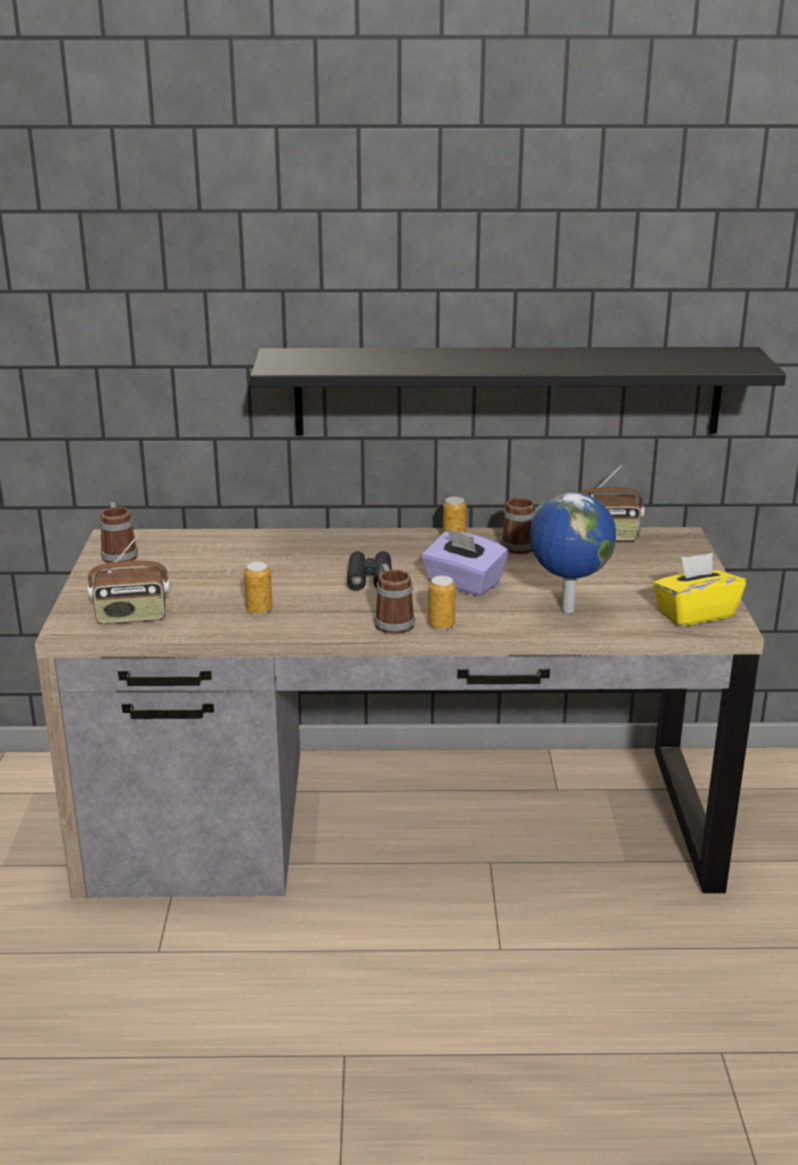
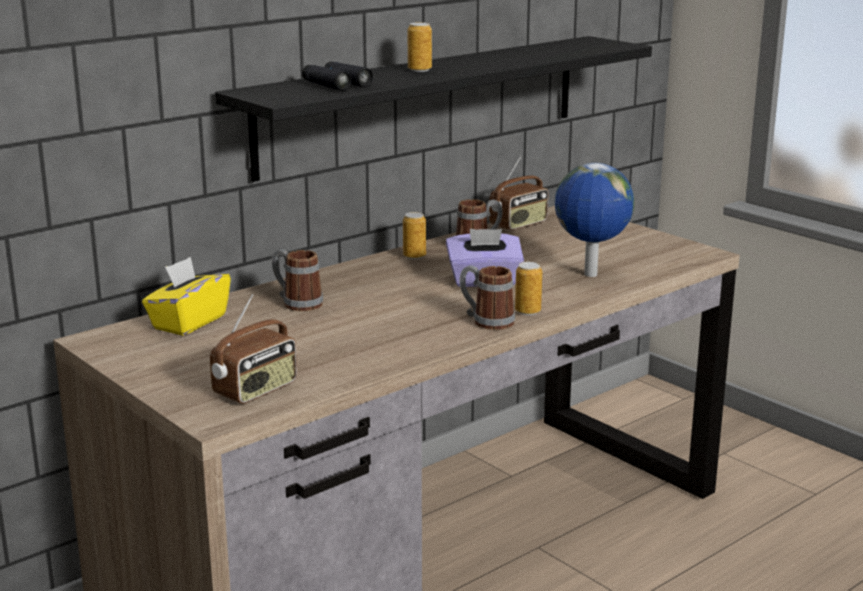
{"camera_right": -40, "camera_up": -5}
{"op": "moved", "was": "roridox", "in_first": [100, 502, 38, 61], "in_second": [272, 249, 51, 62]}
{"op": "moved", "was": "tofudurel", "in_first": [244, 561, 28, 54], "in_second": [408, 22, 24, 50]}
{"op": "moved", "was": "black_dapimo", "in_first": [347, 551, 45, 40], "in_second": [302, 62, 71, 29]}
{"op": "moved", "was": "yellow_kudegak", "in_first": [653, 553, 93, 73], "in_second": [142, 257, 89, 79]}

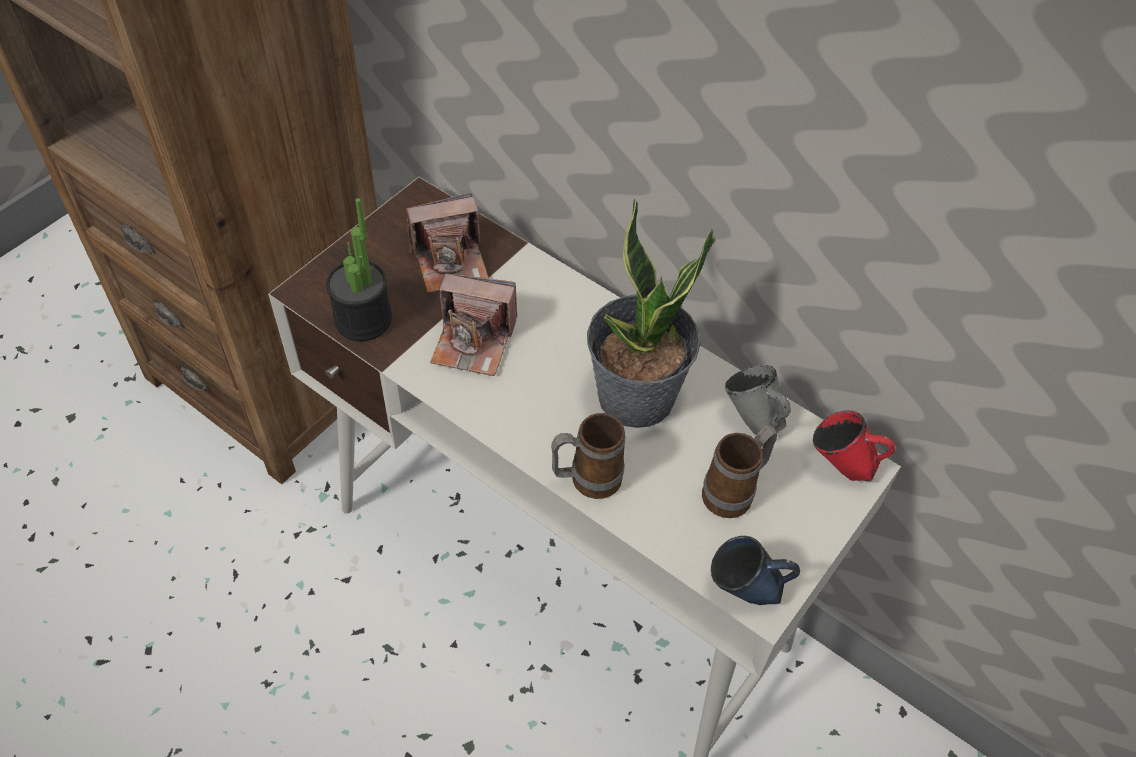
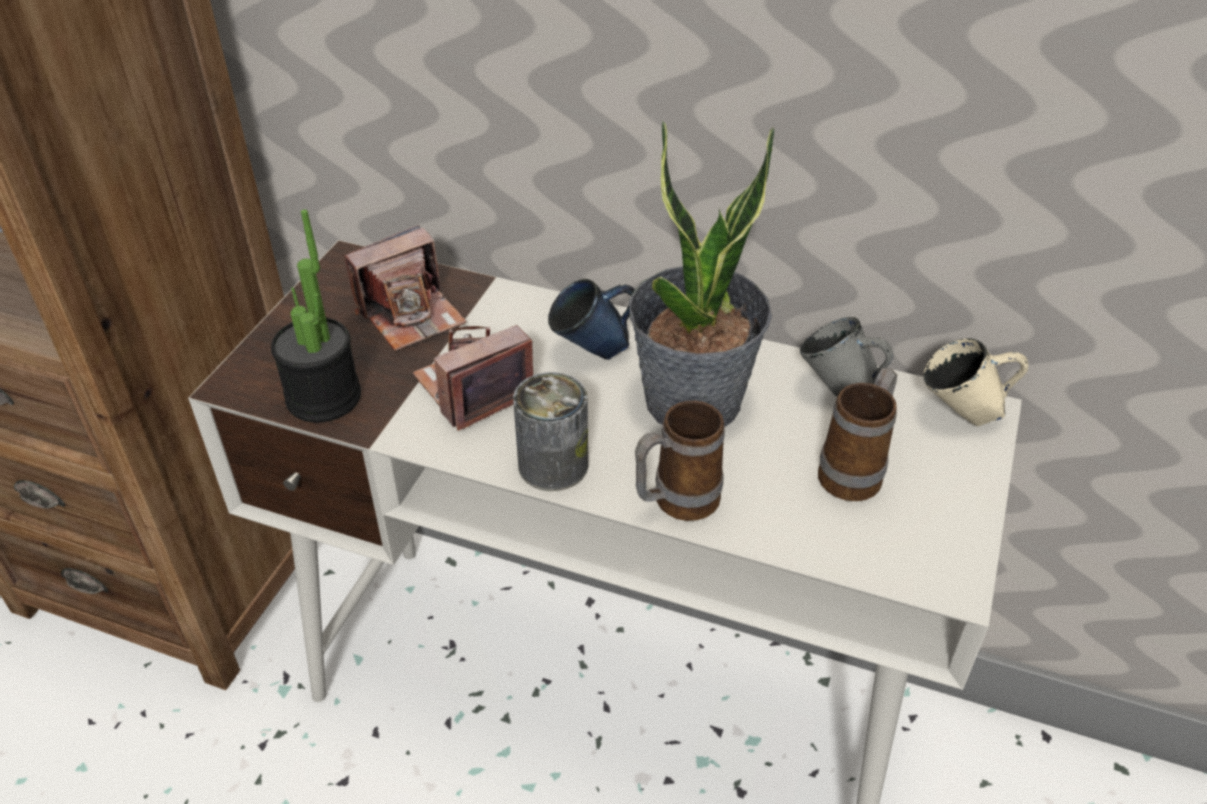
{"camera_right": -15, "camera_up": -10}
{"op": "turned", "was": "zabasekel", "in_first": [430, 273, 87, 103], "in_second": [413, 325, 120, 106], "clockwise": 150}
{"op": "moved", "was": "blue_roridox", "in_first": [711, 536, 89, 69], "in_second": [548, 279, 87, 81]}
{"op": "recoloured", "was": "red_roridox", "now": "beige_roridox", "in_first": [813, 411, 82, 70], "in_second": [924, 338, 104, 88]}
{"op": "added", "now": "tofudurel", "in_second": [513, 372, 75, 119]}

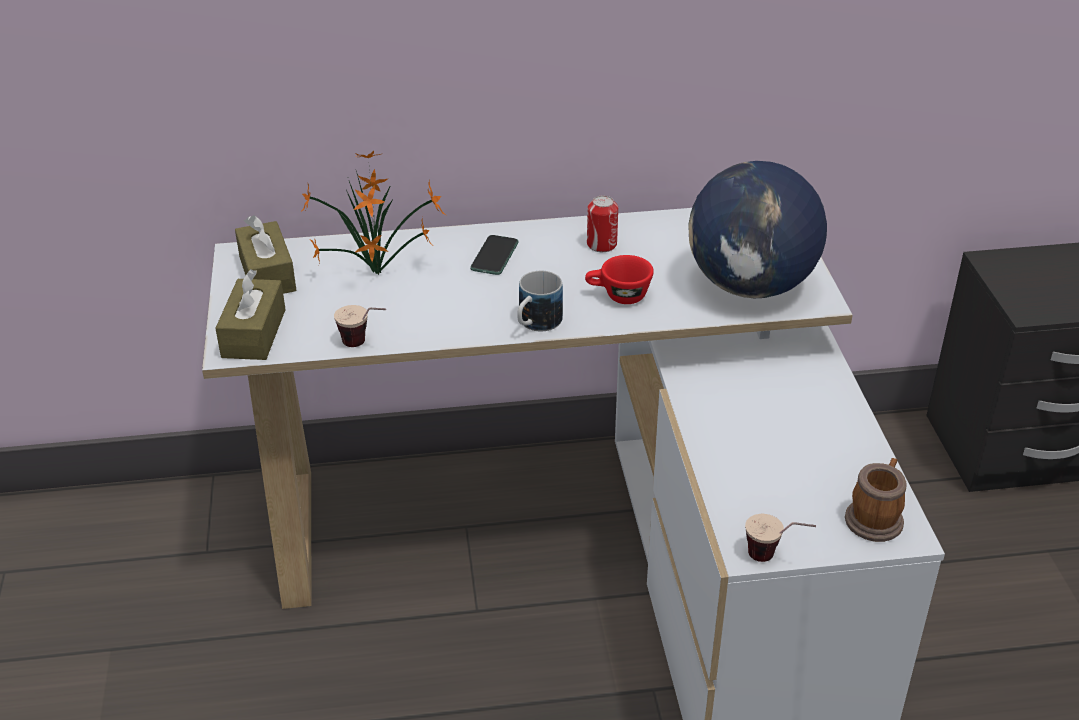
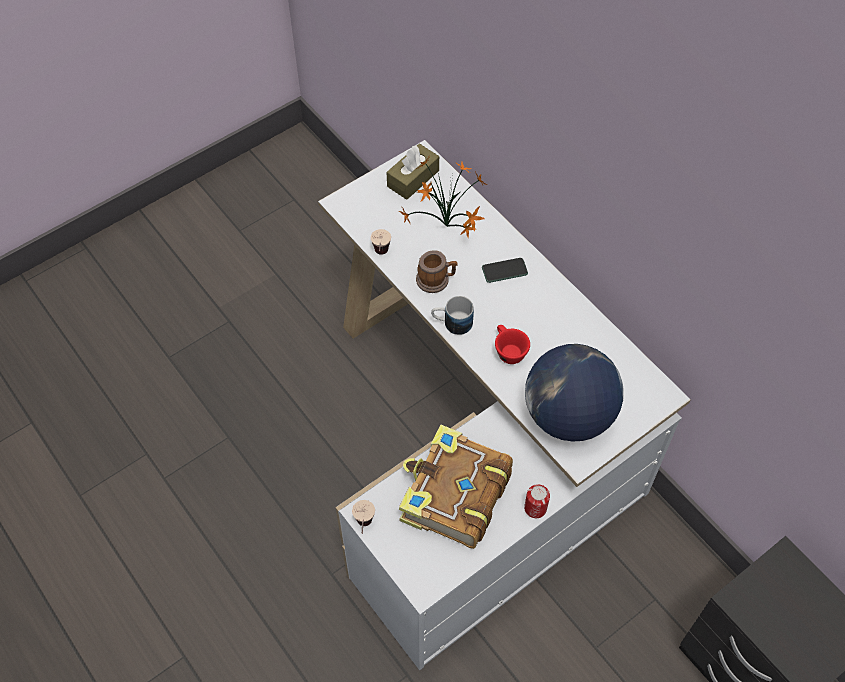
{"camera_right": 60, "camera_up": 20}
{"op": "removed", "was": "brown_kudegak", "in_first": [215, 269, 71, 91]}
{"op": "moved", "was": "tofudurel", "in_first": [587, 196, 31, 56], "in_second": [524, 484, 26, 34]}
{"op": "moved", "was": "roridox", "in_first": [845, 458, 62, 84], "in_second": [416, 250, 42, 43]}
{"op": "added", "now": "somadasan", "in_second": [399, 425, 114, 124]}

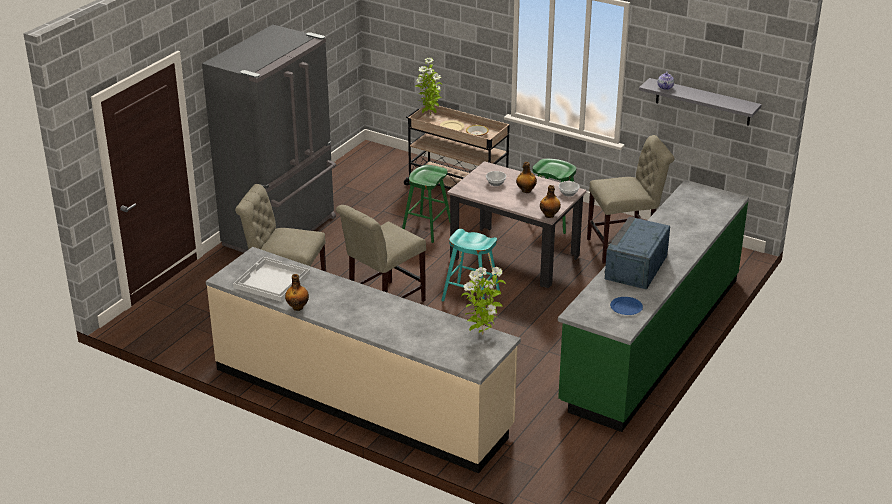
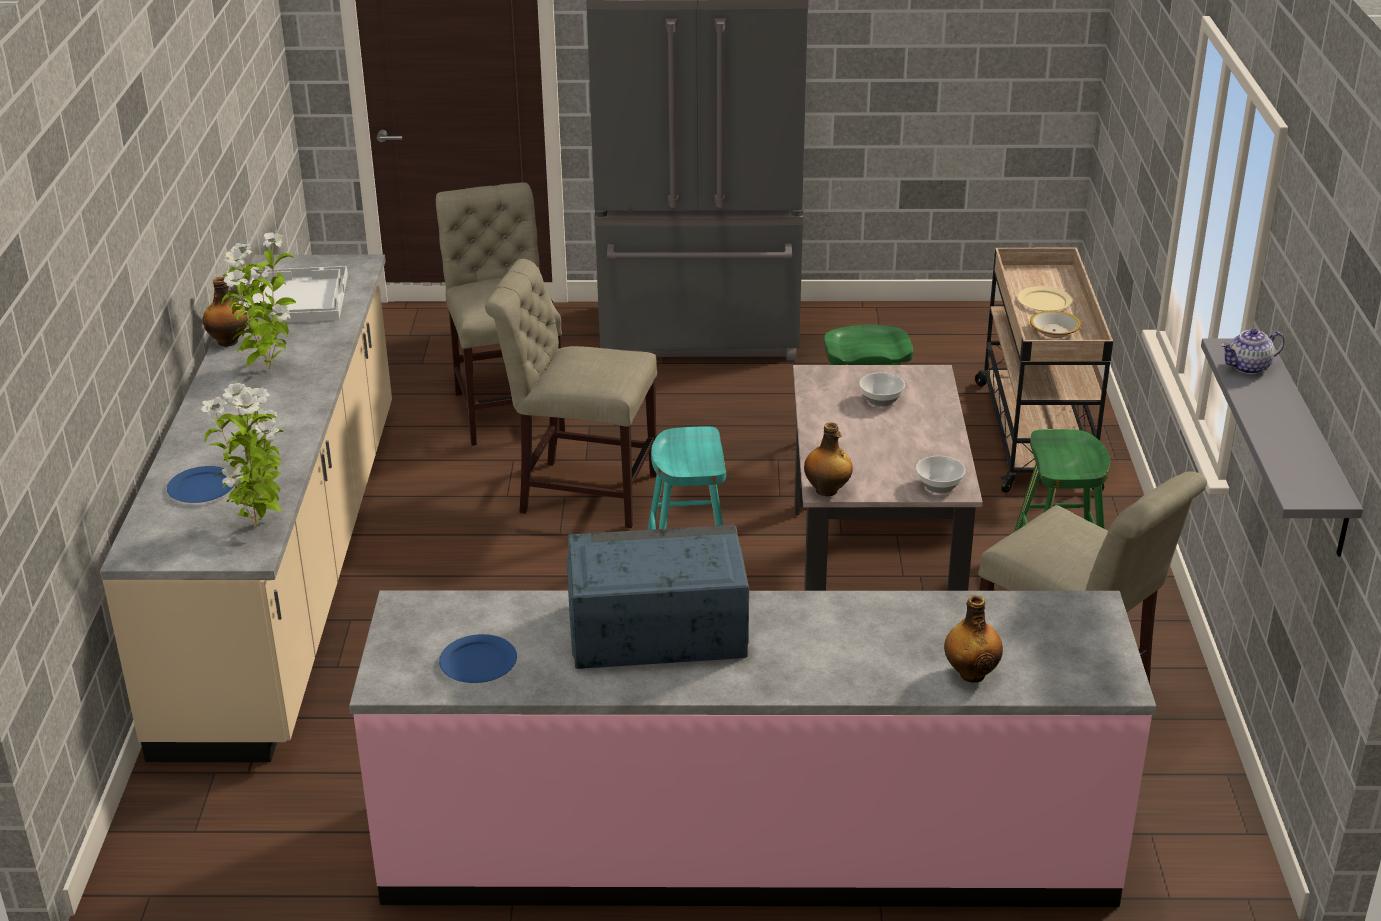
{"camera_right": 60, "camera_up": 0}
{"op": "moved", "was": "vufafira", "in_first": [416, 58, 26, 57], "in_second": [222, 233, 74, 137]}
{"op": "moved", "was": "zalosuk", "in_first": [516, 162, 21, 31], "in_second": [944, 595, 59, 88]}
{"op": "recoloured", "was": "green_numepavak", "now": "pink_numepavak", "in_first": [558, 180, 191, 252], "in_second": [349, 591, 807, 316]}
{"op": "added", "now": "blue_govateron", "in_second": [167, 466, 67, 37]}

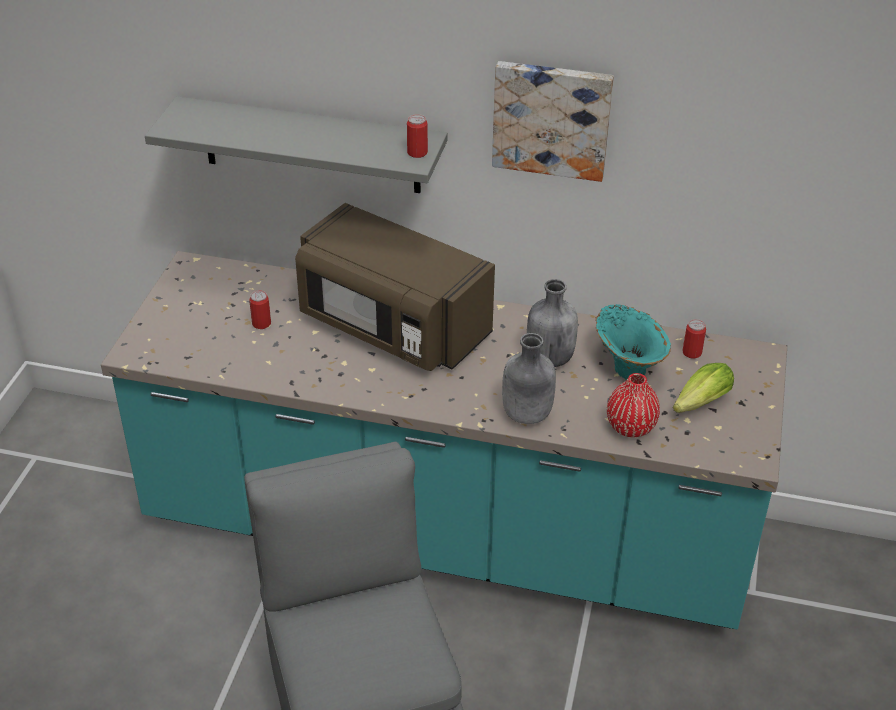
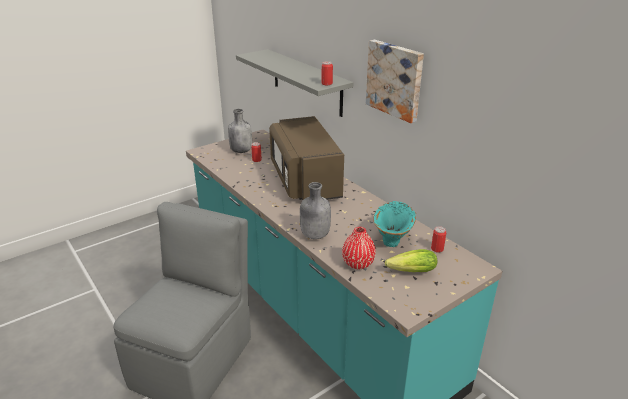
{"camera_right": 40, "camera_up": -10}
{"op": "moved", "was": "grey_zalosuk", "in_first": [527, 279, 51, 88], "in_second": [228, 109, 24, 44]}

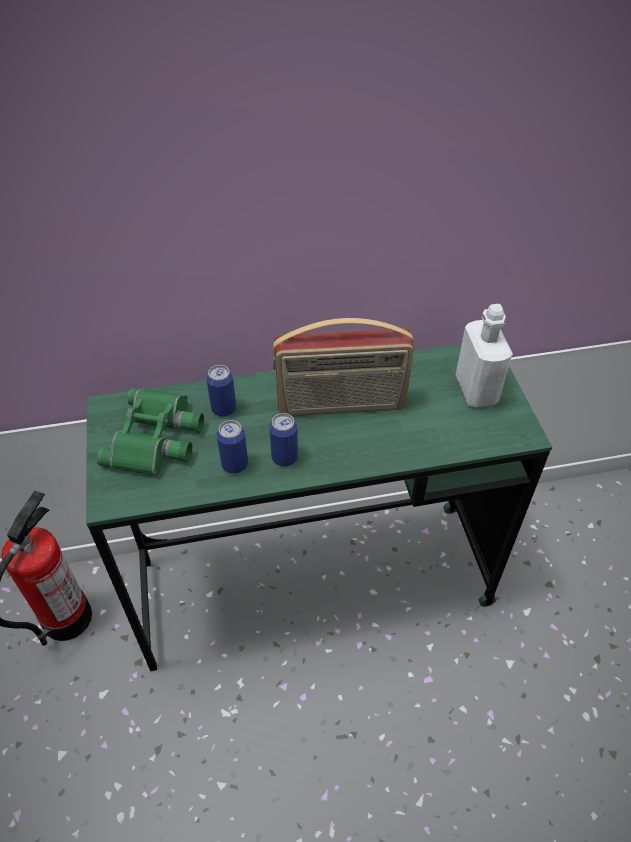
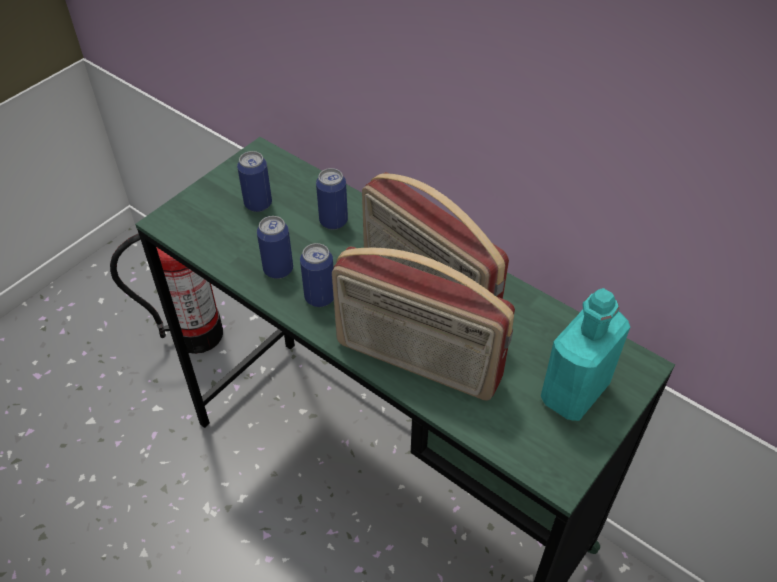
{"camera_right": 50, "camera_up": 0}
{"op": "replaced", "was": "green_dapimo", "now": "tofudurel", "in_first": [97, 388, 107, 88], "in_second": [237, 151, 35, 61]}
{"op": "recoloured", "was": "white_zalosuk", "now": "turquoise_zalosuk", "in_first": [456, 304, 57, 103], "in_second": [541, 288, 89, 133]}
{"op": "added", "now": "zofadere", "in_second": [332, 247, 183, 154]}

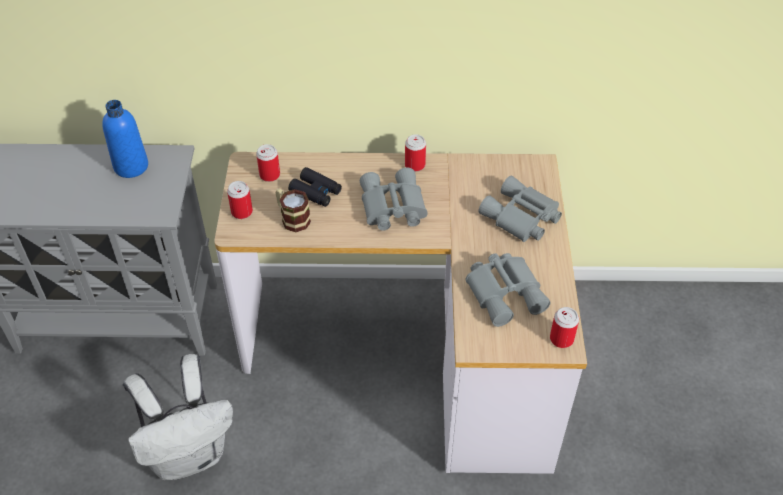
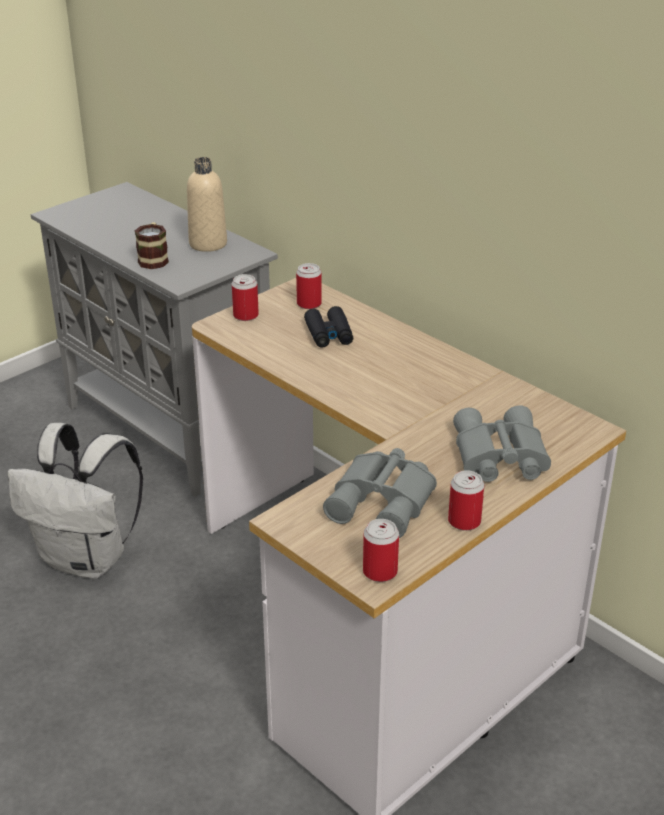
{"camera_right": 45, "camera_up": -15}
{"op": "recoloured", "was": "blue_zalosuk", "now": "beige_zalosuk", "in_first": [102, 100, 46, 78], "in_second": [187, 157, 40, 95]}
{"op": "moved", "was": "roridox", "in_first": [276, 188, 35, 44], "in_second": [135, 222, 34, 47]}
{"op": "removed", "was": "grey_dapimo", "in_first": [360, 168, 68, 63]}
{"op": "moved", "was": "tofudurel", "in_first": [405, 134, 21, 38], "in_second": [448, 470, 36, 61]}

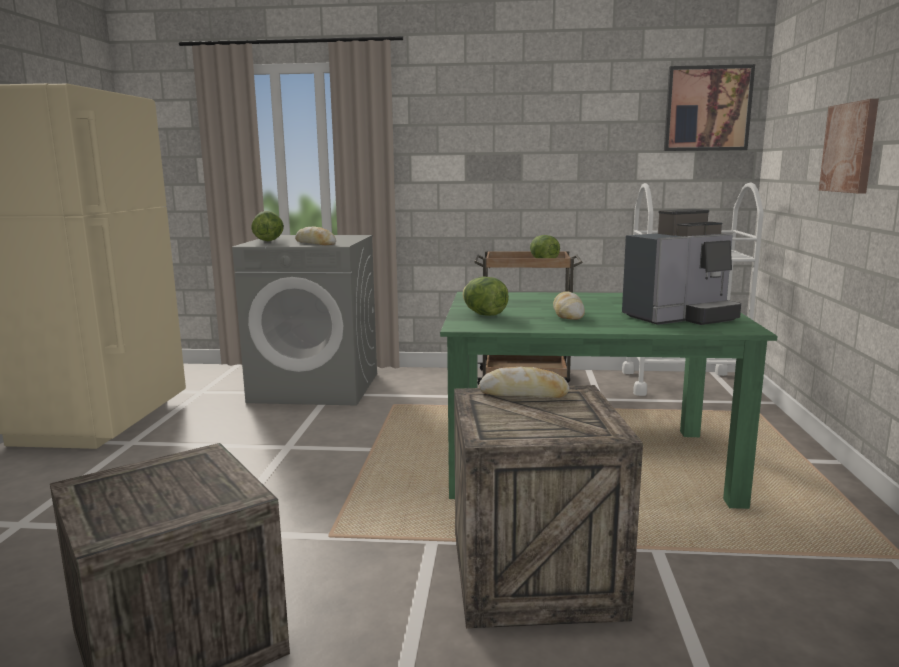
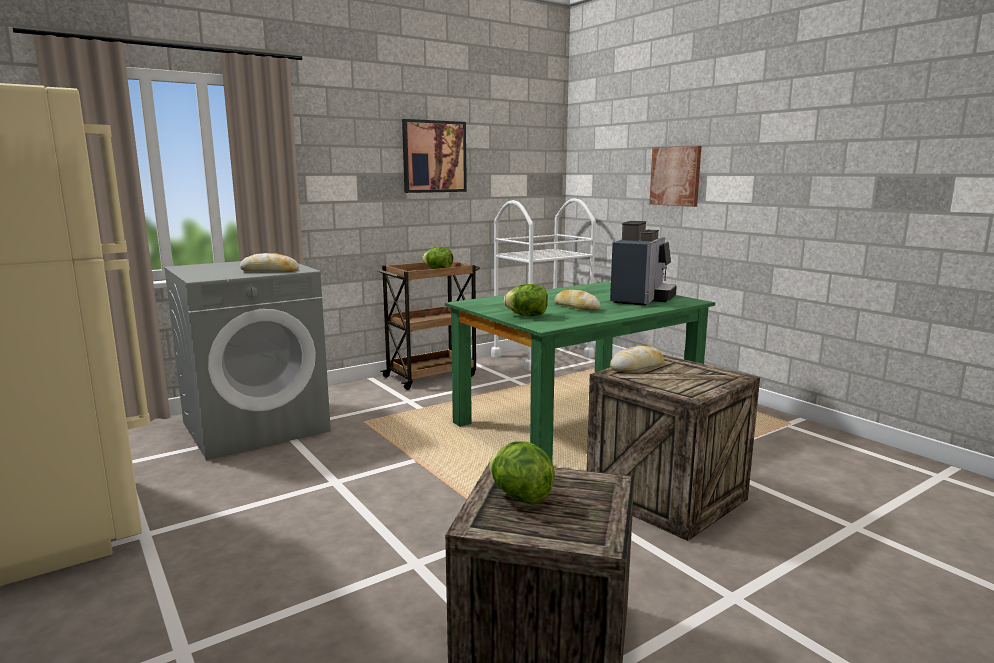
{"camera_right": -40, "camera_up": 0}
{"op": "moved", "was": "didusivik", "in_first": [251, 210, 33, 31], "in_second": [489, 441, 66, 64]}
{"op": "moved", "was": "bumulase", "in_first": [664, 64, 91, 87], "in_second": [402, 119, 65, 74]}

